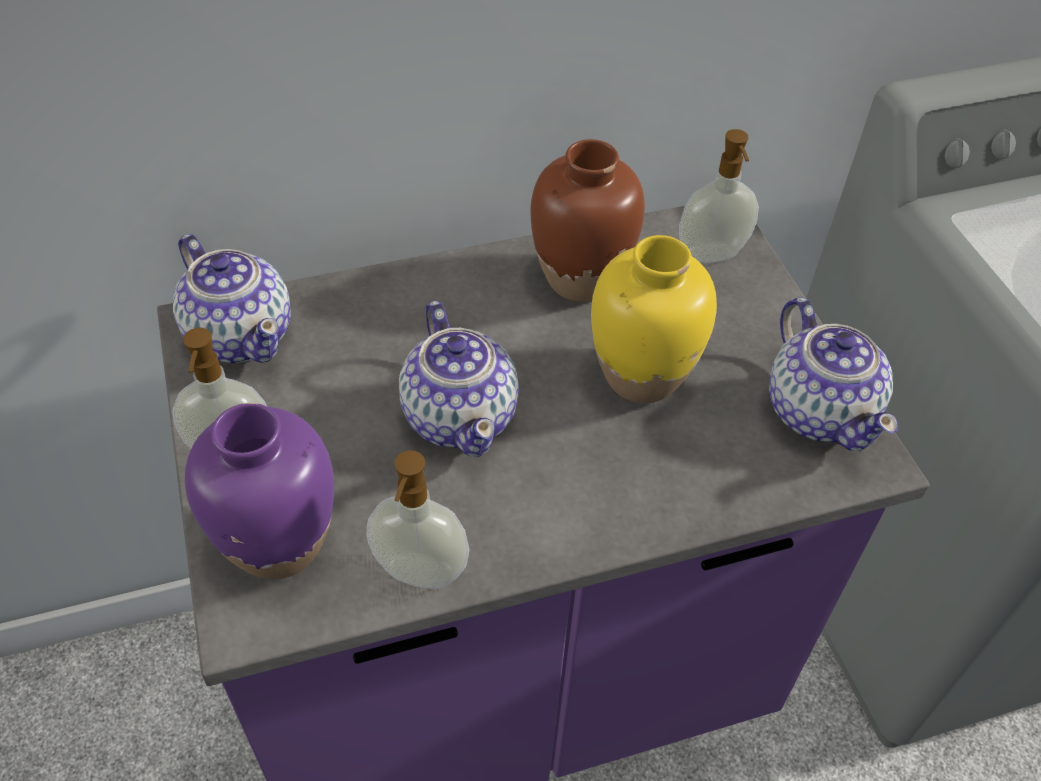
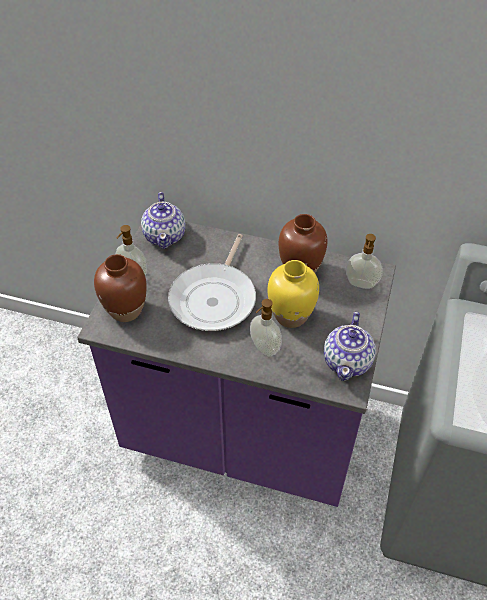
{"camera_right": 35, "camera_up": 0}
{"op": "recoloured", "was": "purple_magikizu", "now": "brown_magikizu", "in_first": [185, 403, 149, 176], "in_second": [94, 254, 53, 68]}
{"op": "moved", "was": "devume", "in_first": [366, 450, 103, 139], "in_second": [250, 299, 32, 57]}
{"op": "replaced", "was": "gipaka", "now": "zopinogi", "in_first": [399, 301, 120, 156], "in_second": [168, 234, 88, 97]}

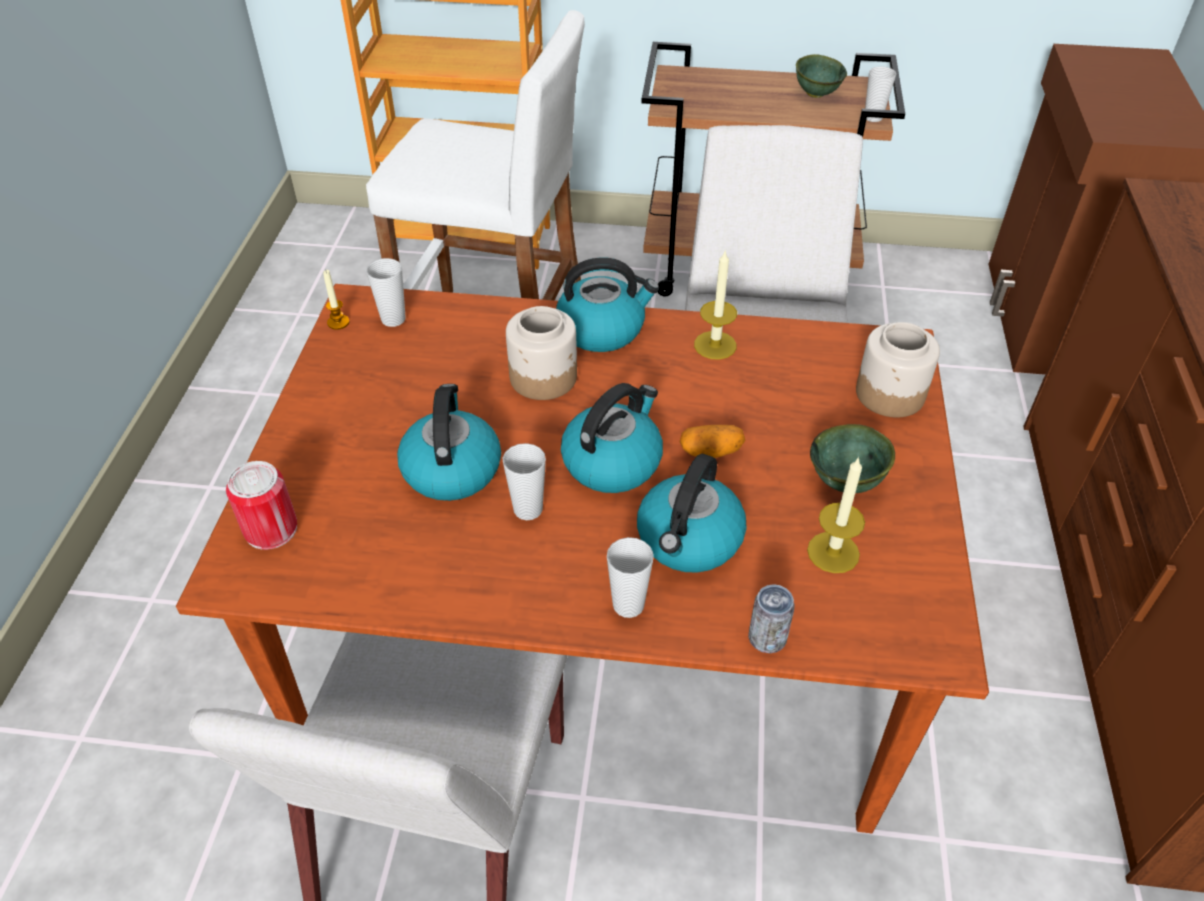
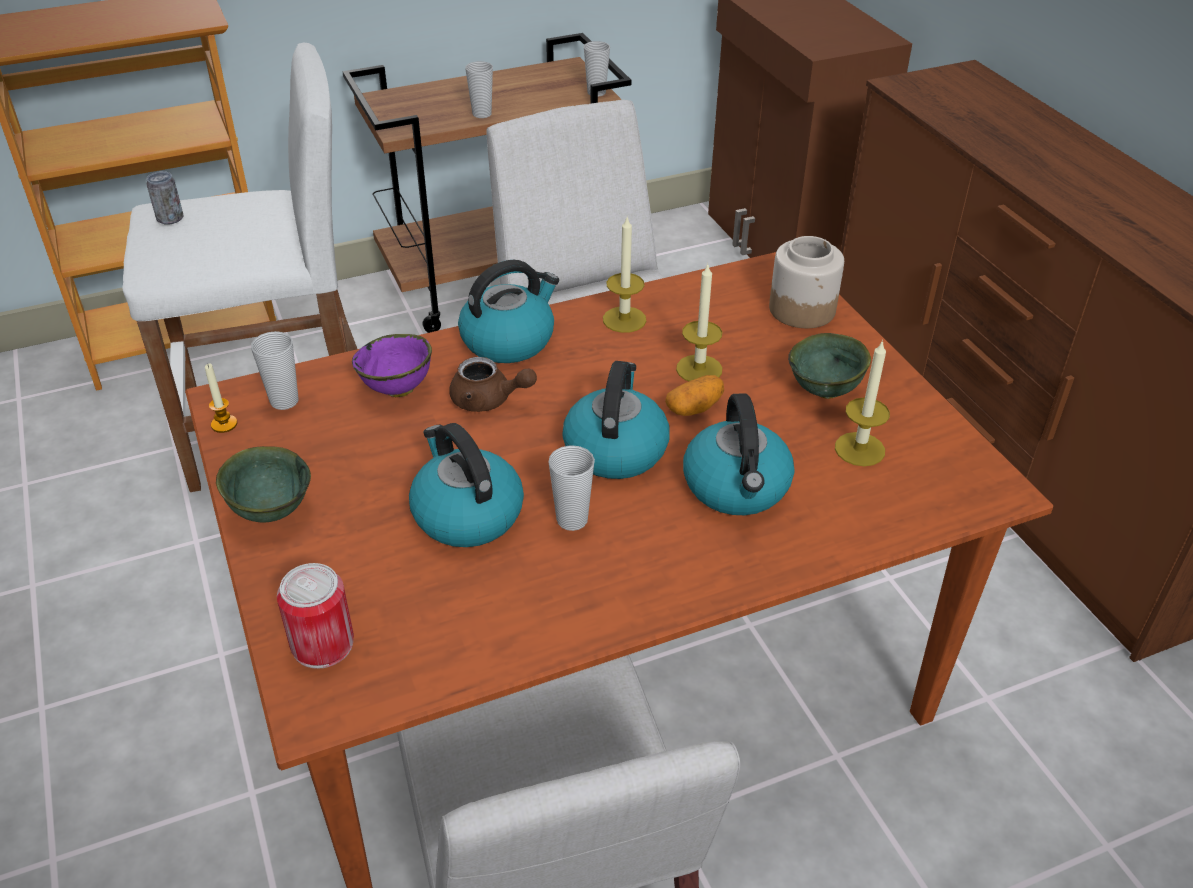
{"camera_right": -30, "camera_up": -5}
{"op": "replaced", "was": "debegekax", "now": "brown_gipaka", "in_first": [506, 306, 71, 94], "in_second": [449, 357, 88, 55]}
{"op": "moved", "was": "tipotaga", "in_first": [607, 537, 47, 81], "in_second": [465, 61, 28, 57]}
{"op": "moved", "was": "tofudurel", "in_first": [748, 584, 47, 69], "in_second": [147, 171, 37, 54]}
{"op": "moved", "was": "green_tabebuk", "in_first": [796, 54, 51, 44], "in_second": [216, 446, 95, 76]}
{"op": "added", "now": "purple_tabebuk", "in_second": [352, 334, 80, 63]}
{"op": "added", "now": "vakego", "in_second": [676, 265, 46, 116]}

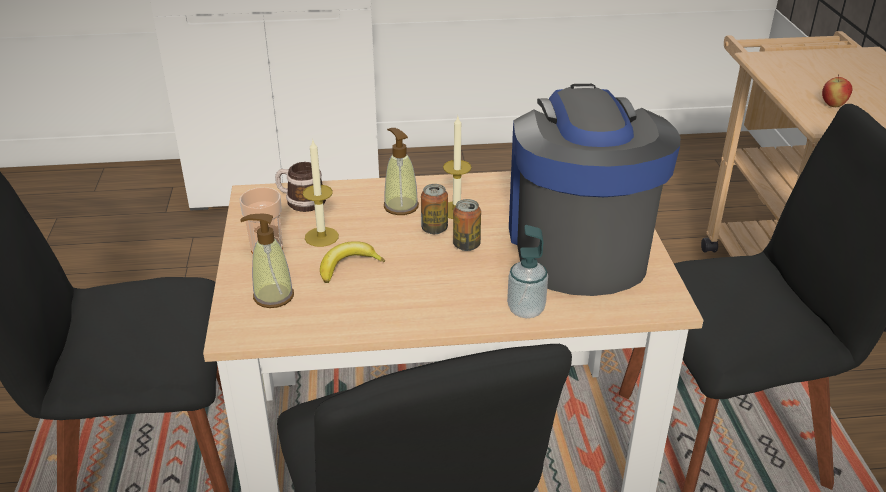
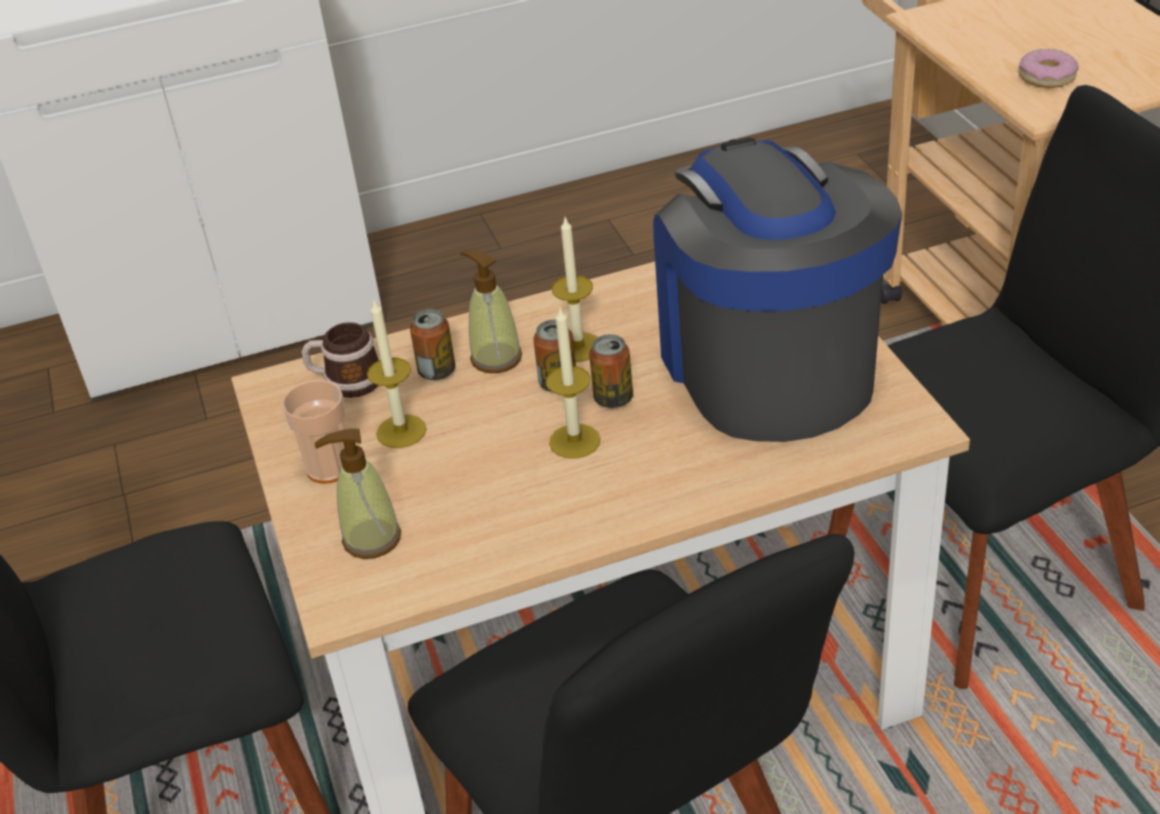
{"camera_right": -10, "camera_up": 5}
{"op": "removed", "was": "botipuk", "in_first": [320, 241, 65, 42]}
{"op": "removed", "was": "devume", "in_first": [507, 225, 41, 93]}
{"op": "replaced", "was": "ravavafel", "now": "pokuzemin", "in_first": [822, 74, 30, 33], "in_second": [1019, 49, 60, 39]}
{"op": "added", "now": "tofudurel", "in_second": [410, 309, 45, 71]}
{"op": "added", "now": "vakego", "in_second": [546, 307, 55, 152]}

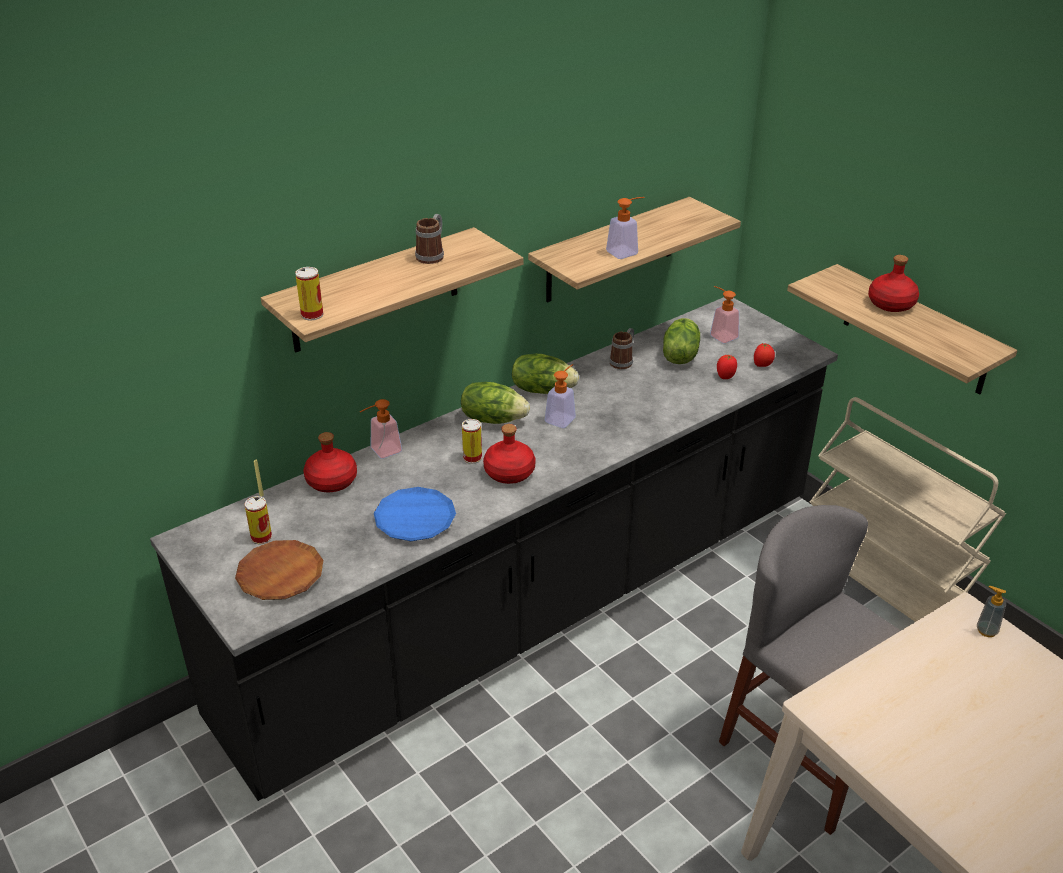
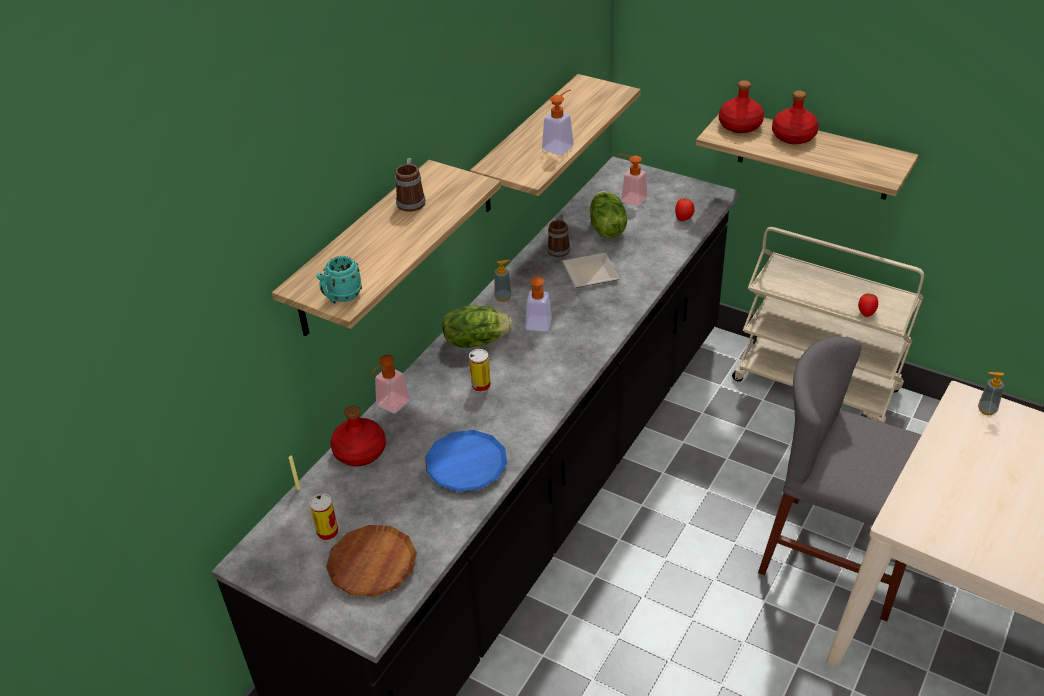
{"camera_right": -20, "camera_up": 5}
{"op": "replaced", "was": "tofudurel", "now": "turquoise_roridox", "in_first": [295, 267, 28, 54], "in_second": [317, 256, 45, 48]}
{"op": "moved", "was": "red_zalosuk", "in_first": [483, 424, 52, 60], "in_second": [719, 80, 45, 53]}
{"op": "replaced", "was": "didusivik", "now": "devume", "in_first": [512, 354, 67, 40], "in_second": [494, 260, 18, 42]}
{"op": "moved", "was": "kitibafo", "in_first": [717, 355, 20, 24], "in_second": [858, 294, 20, 23]}
{"op": "added", "now": "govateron", "in_second": [563, 253, 57, 35]}

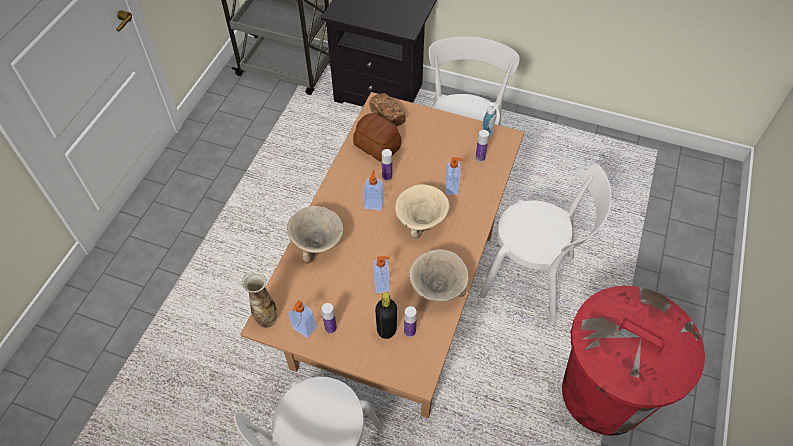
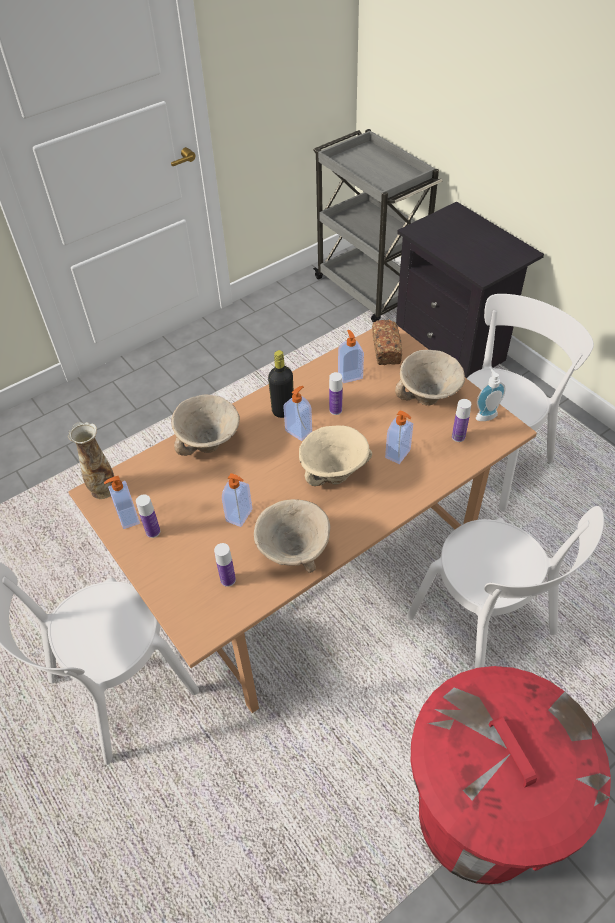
{"camera_right": 35, "camera_up": -5}
{"op": "replaced", "was": "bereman", "now": "devume", "in_first": [353, 113, 48, 49], "in_second": [338, 330, 26, 53]}
{"op": "moved", "was": "black_zalosuk", "in_first": [375, 292, 22, 47], "in_second": [268, 350, 25, 68]}
{"op": "added", "now": "beige_tabebuk", "in_second": [395, 350, 70, 55]}

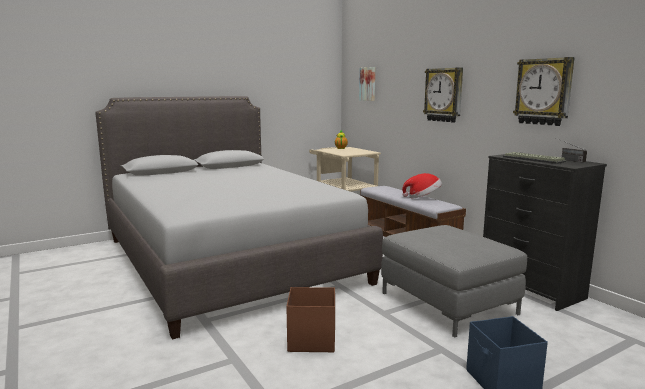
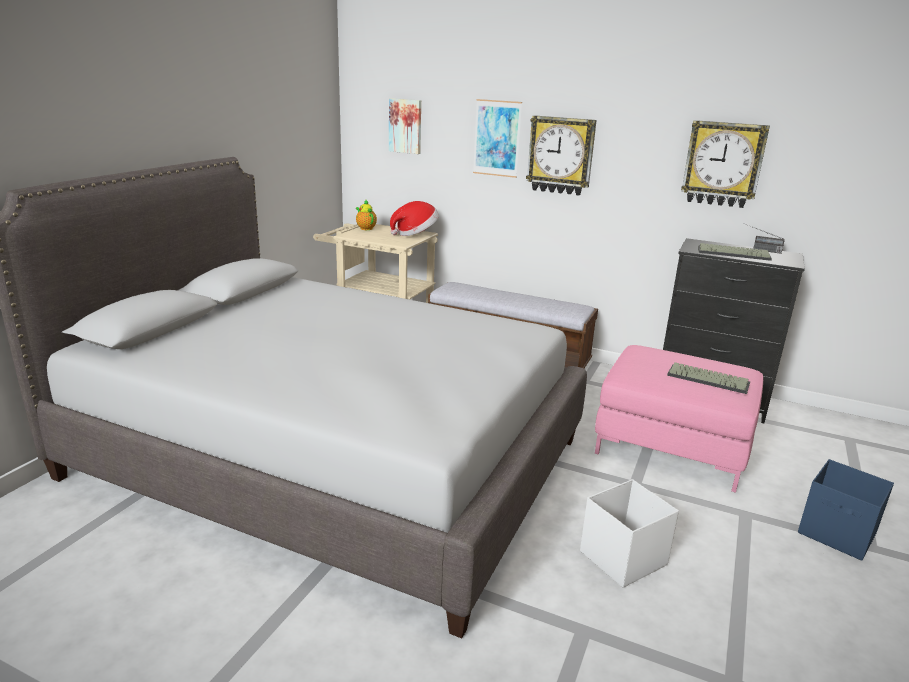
{"camera_right": -35, "camera_up": 10}
{"op": "recoloured", "was": "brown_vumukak", "now": "white_vumukak", "in_first": [286, 287, 49, 65], "in_second": [580, 479, 99, 109]}
{"op": "recoloured", "was": "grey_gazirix", "now": "pink_gazirix", "in_first": [381, 225, 146, 112], "in_second": [595, 345, 168, 148]}
{"op": "moved", "was": "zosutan", "in_first": [402, 173, 40, 25], "in_second": [390, 201, 49, 35]}
{"op": "added", "now": "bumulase", "in_second": [473, 99, 49, 79]}
{"op": "added", "now": "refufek", "in_second": [667, 362, 83, 32]}

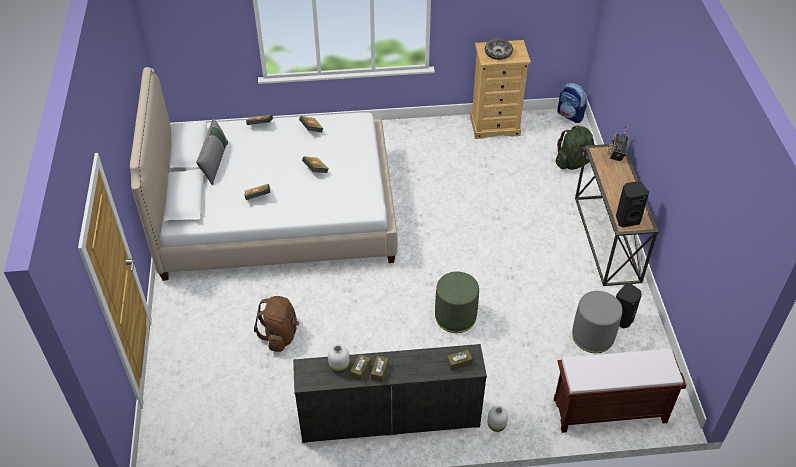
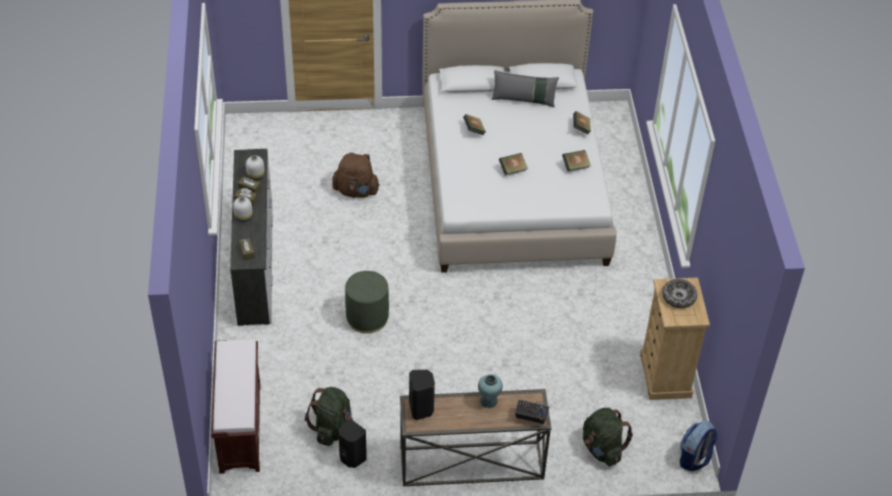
{"camera_right": 90, "camera_up": 0}
{"op": "moved", "was": "white_magikizu", "in_first": [487, 406, 21, 26], "in_second": [233, 197, 20, 25]}
{"op": "replaced", "was": "grey_gazirix", "now": "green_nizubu", "in_first": [572, 291, 51, 62], "in_second": [305, 387, 48, 59]}
{"op": "added", "now": "turquoise_magikizu", "in_second": [478, 374, 25, 34]}

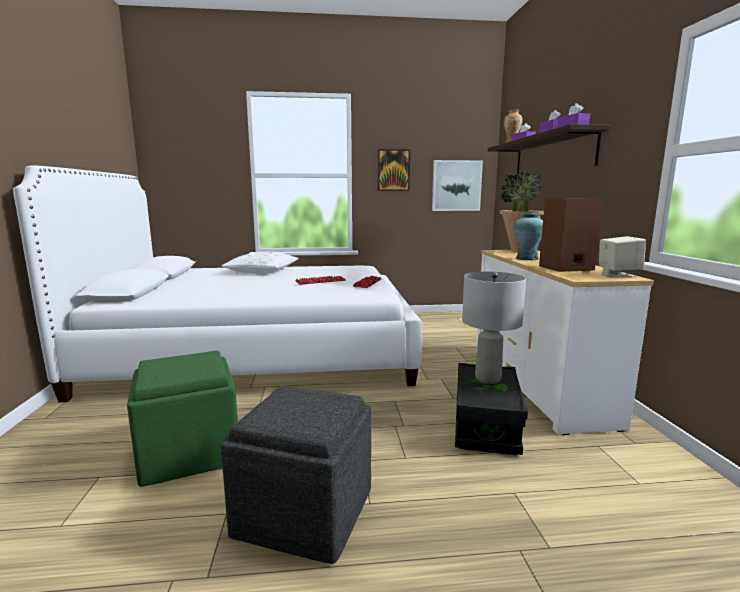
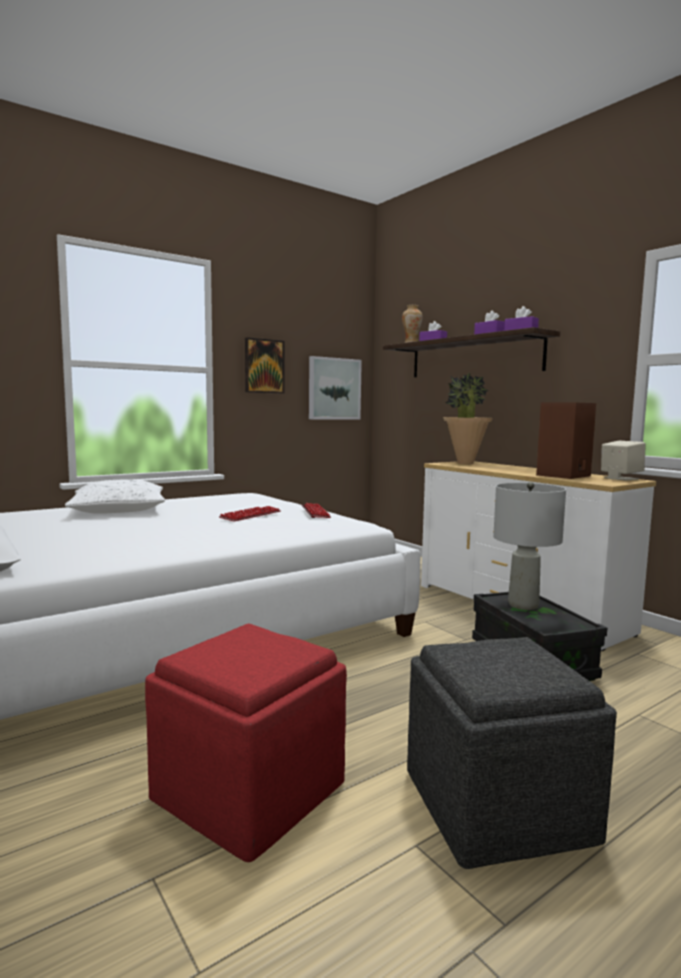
{"camera_right": -30, "camera_up": -5}
{"op": "recoloured", "was": "green_gazirix", "now": "red_gazirix", "in_first": [127, 351, 111, 136], "in_second": [145, 623, 202, 239]}
{"op": "removed", "was": "turquoise_magikizu", "in_first": [514, 213, 29, 47]}

